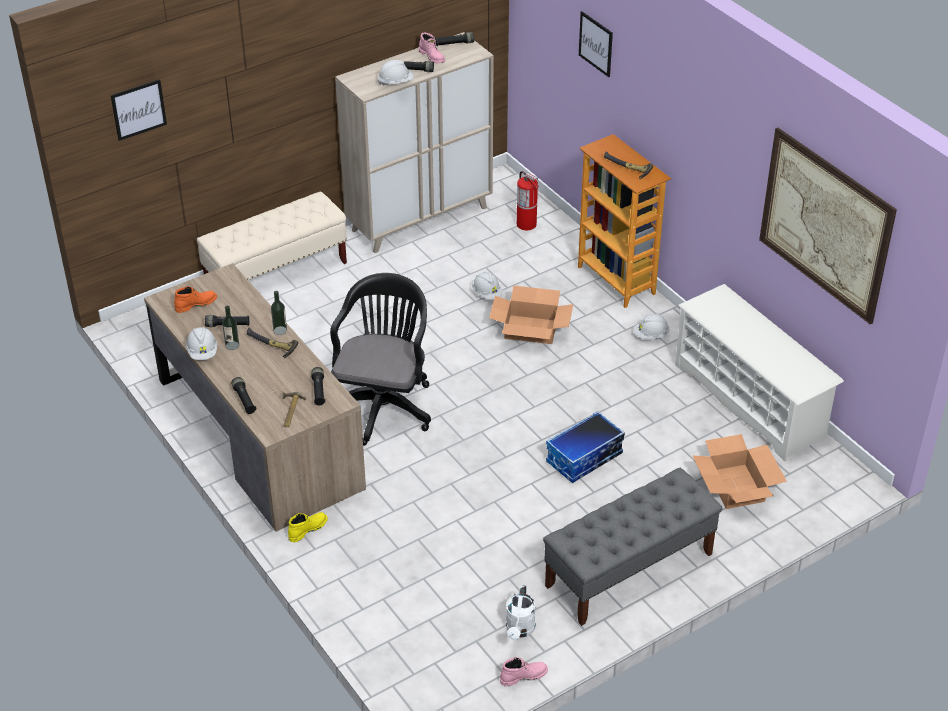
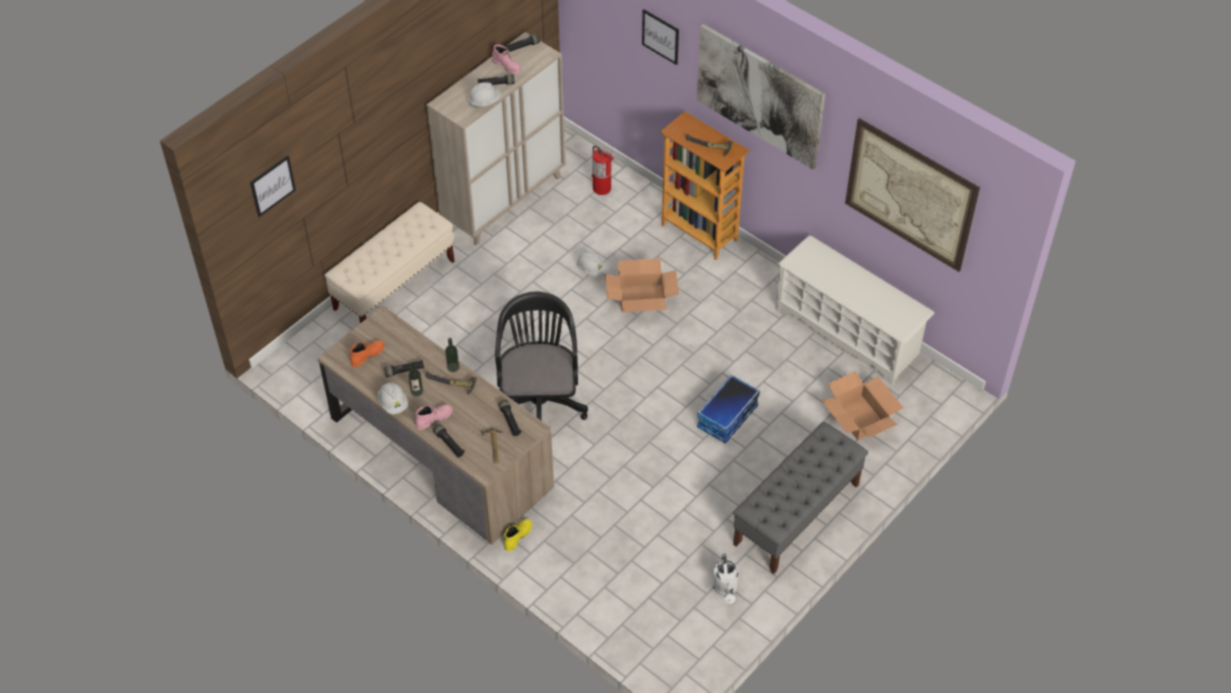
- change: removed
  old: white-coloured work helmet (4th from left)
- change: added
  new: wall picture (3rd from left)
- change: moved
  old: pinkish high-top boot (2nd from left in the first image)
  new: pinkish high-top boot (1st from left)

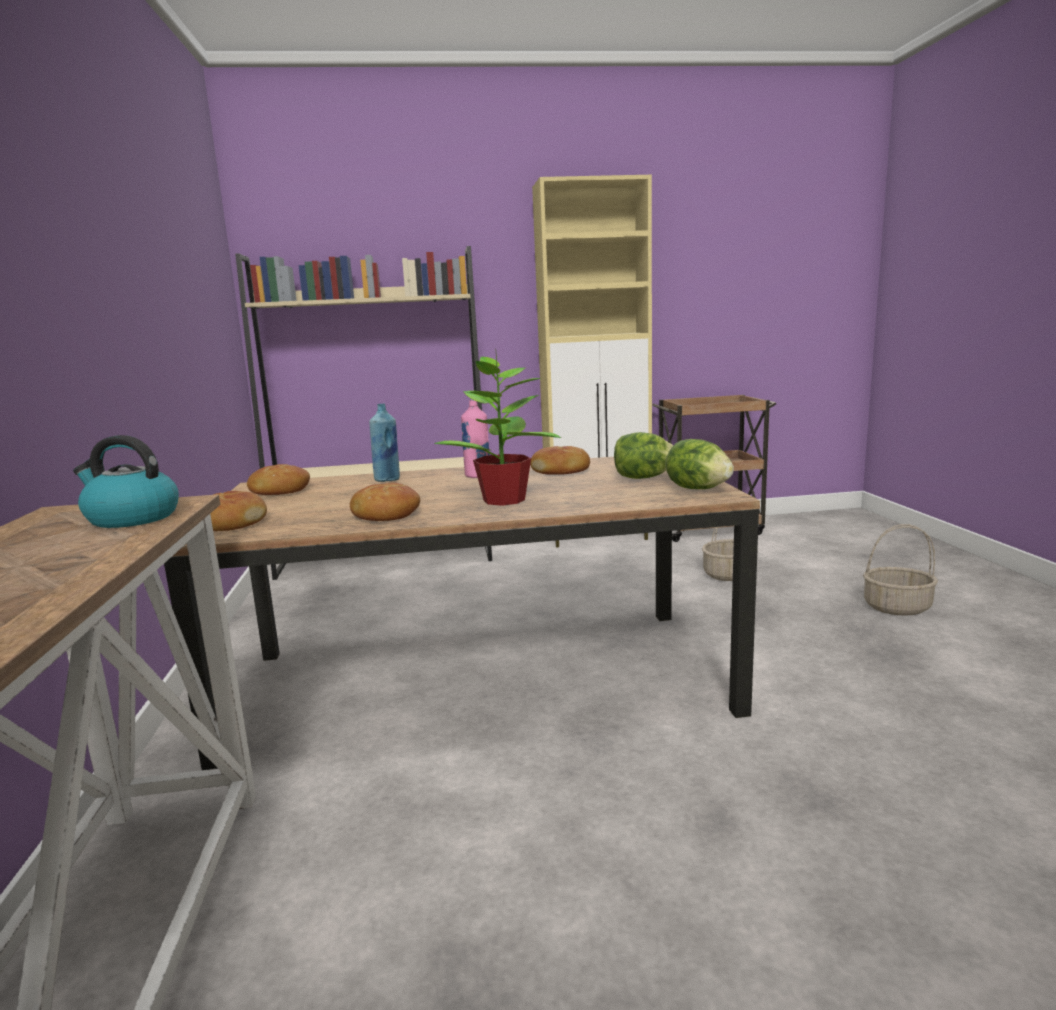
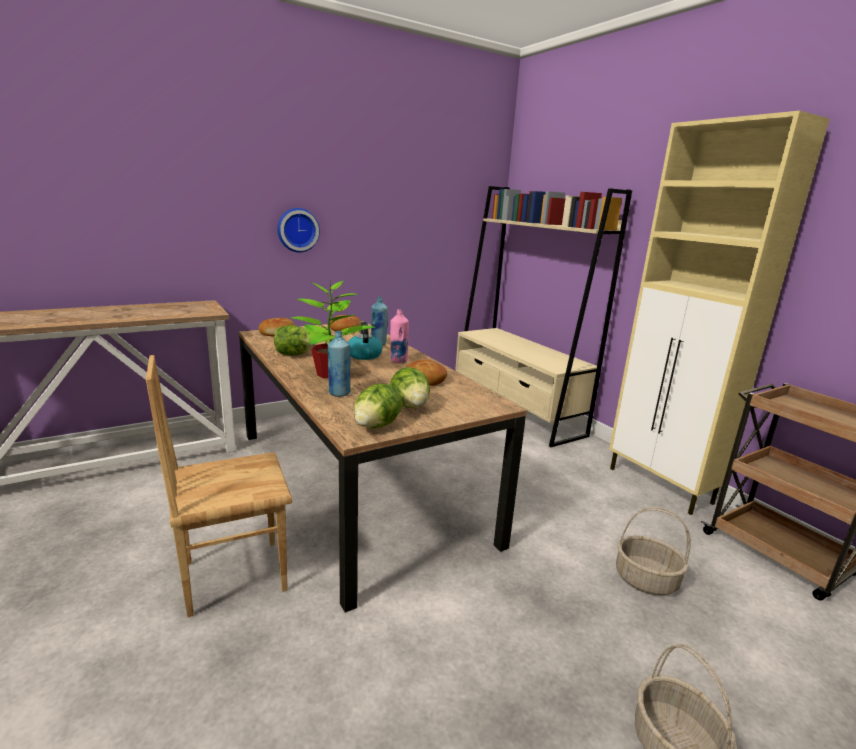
- change: added
  new: brownish chair
- change: added
  new: wall clock
- change: added
  new: bluish beverage bottle (1st from left)
- change: moved
  old: kettle
- change: replaced
  old: bread (3rd from left)
  new: head of lettuce (1st from left)

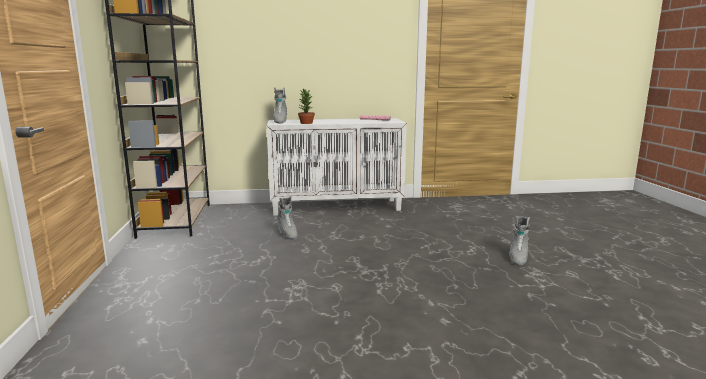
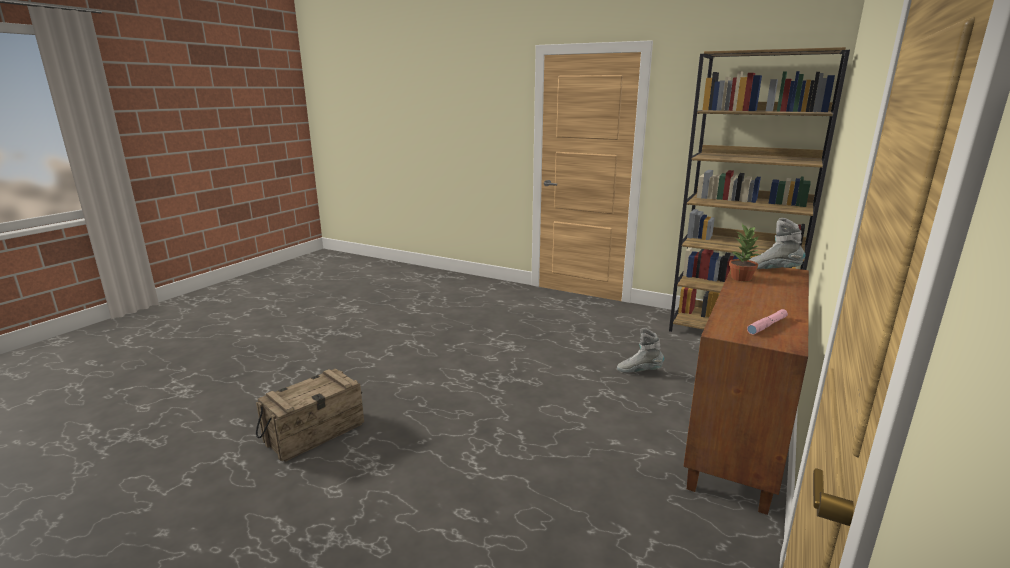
- change: removed
  old: grey high-top boot (3rd from left)
- change: added
  new: crate
- change: recoloured
  old: white-coloured cupboard
  new: brownish cupboard

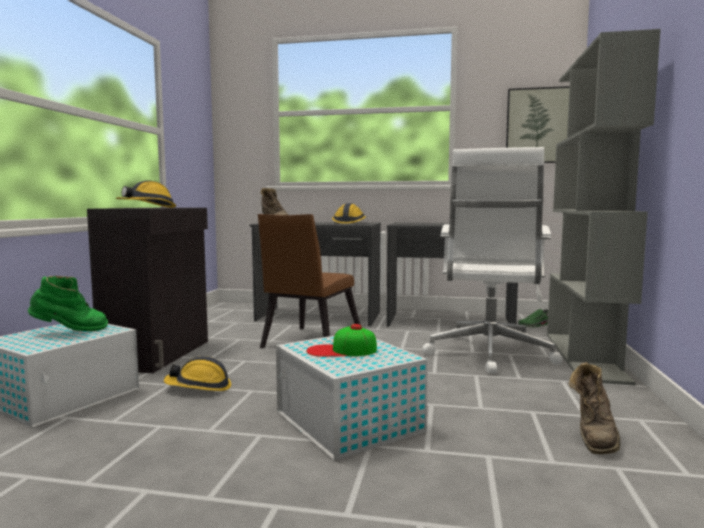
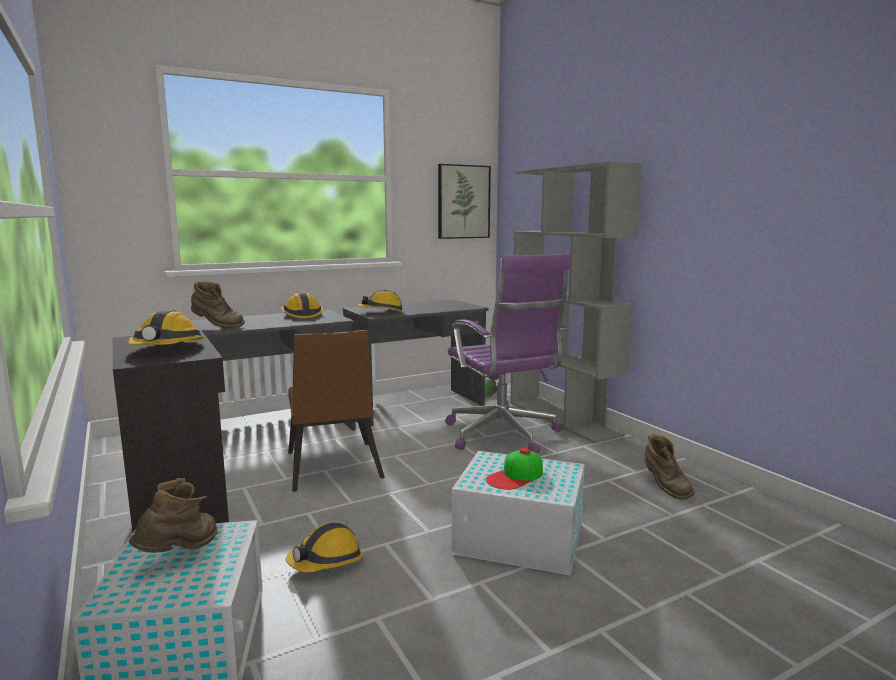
- change: added
  new: work helmet (4th from left)
- change: recoloured
  old: green-coloured high-top boot
  new: brownish high-top boot (1st from left)
- change: recoloured
  old: white-coloured computer chair
  new: purple-coloured computer chair

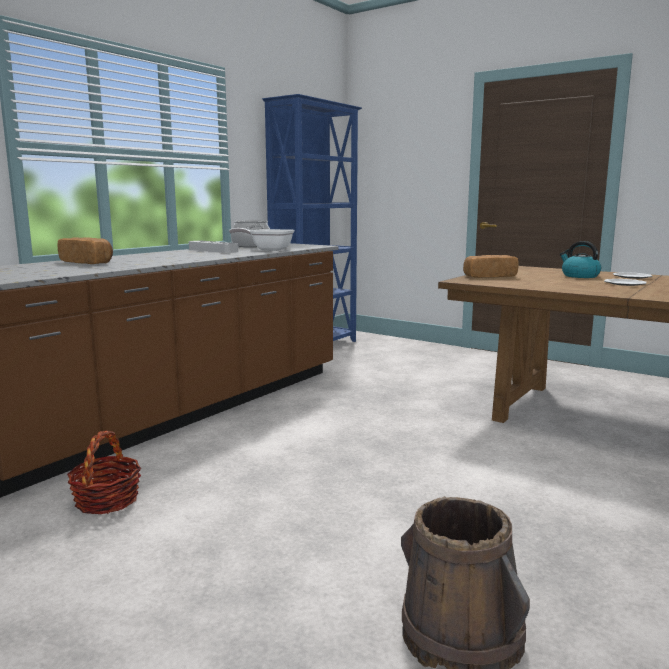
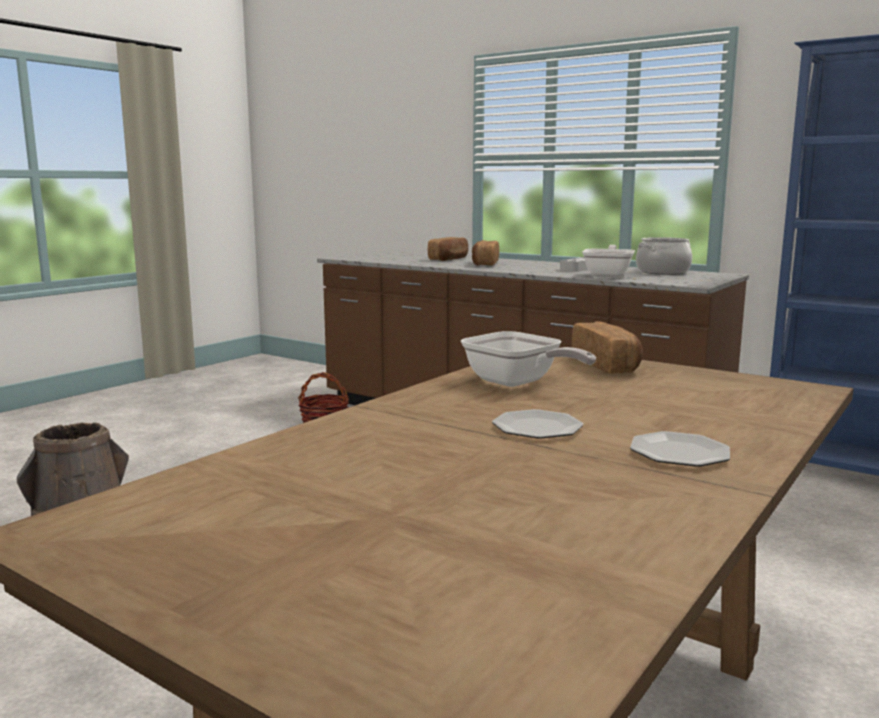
- change: removed
  old: kettle
- change: added
  new: frying pan (1st from left)
- change: added
  new: bread (2nd from left)

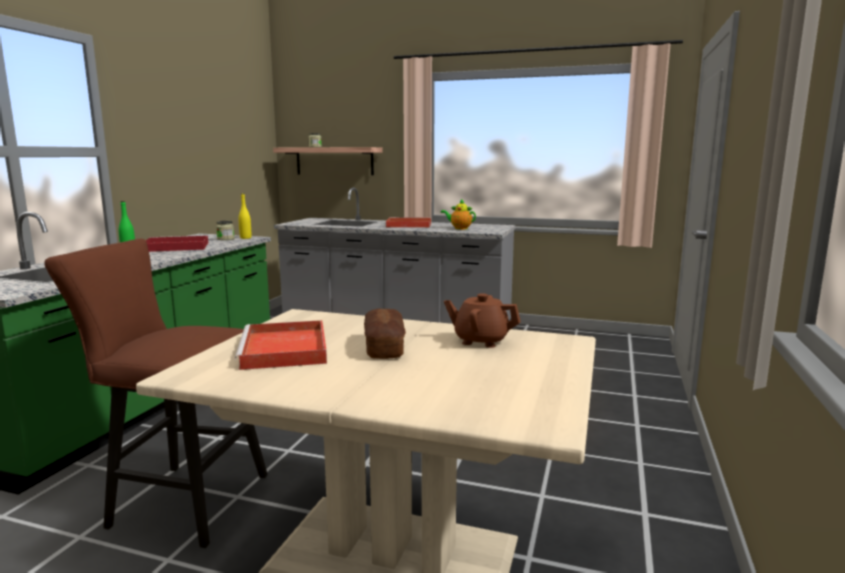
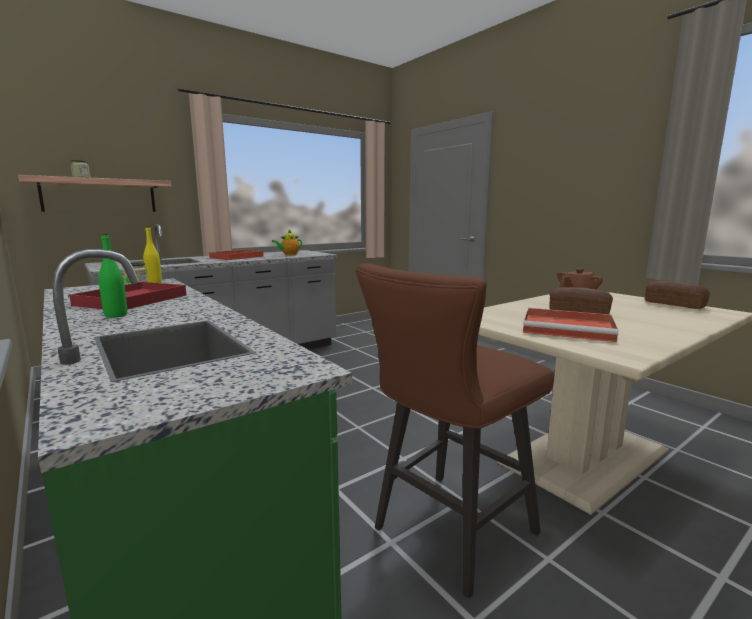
- change: added
  new: bread (2nd from left)

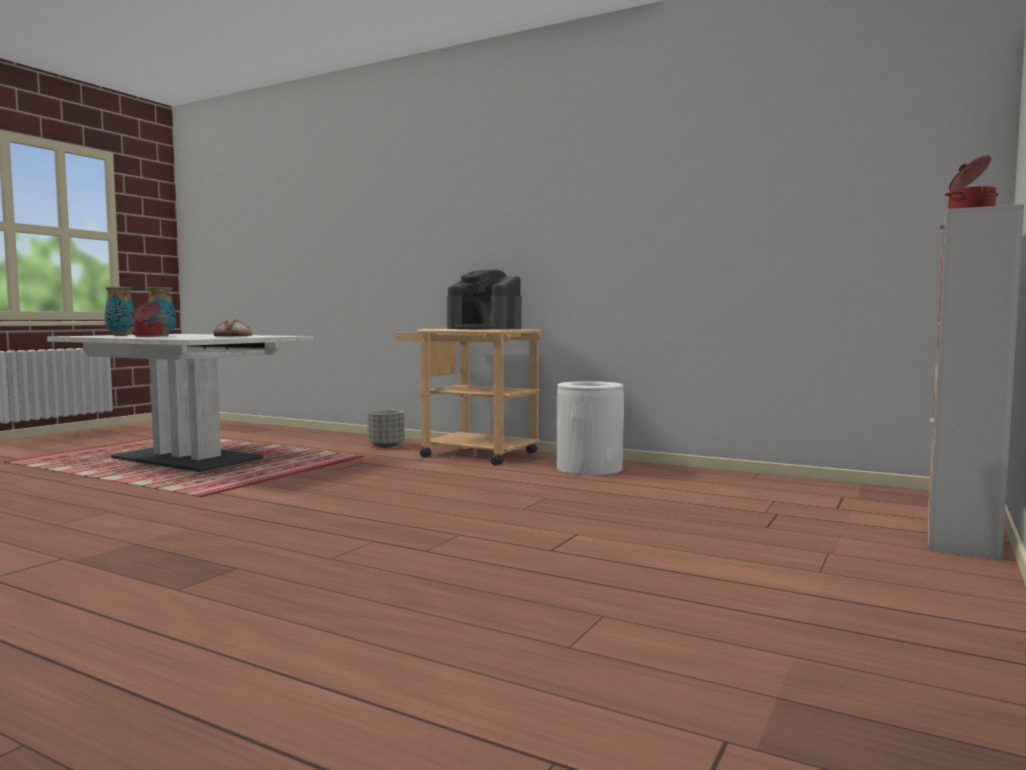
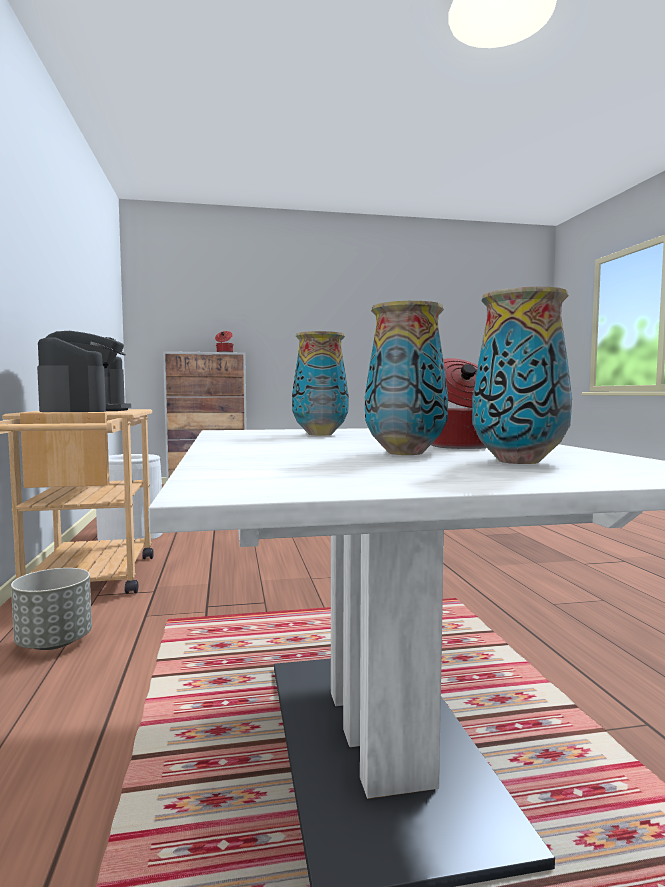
- change: replaced
  old: bread
  new: flower vase (1st from left)

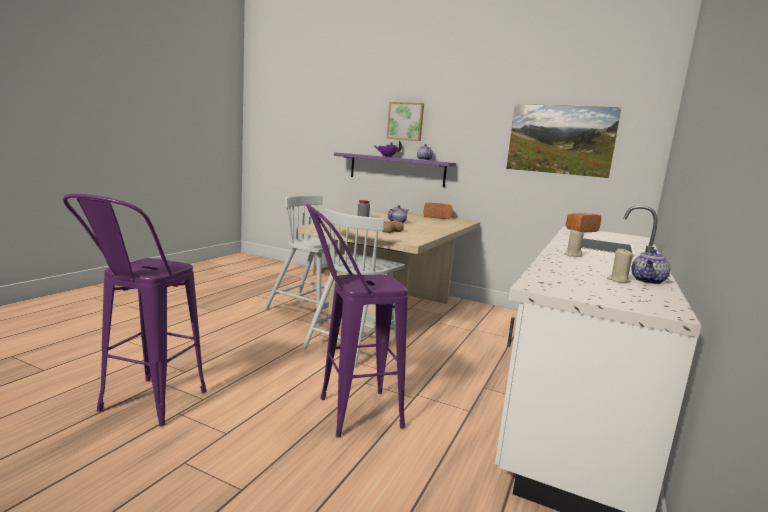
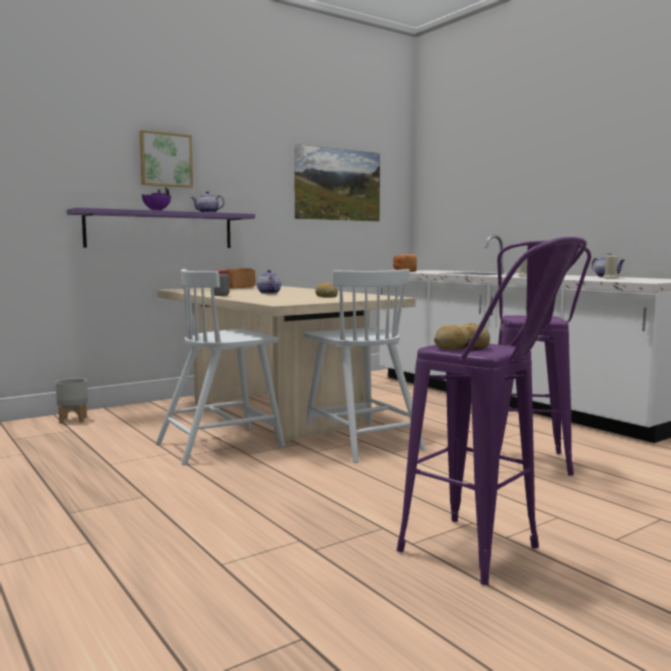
- change: added
  new: bread (4th from left)

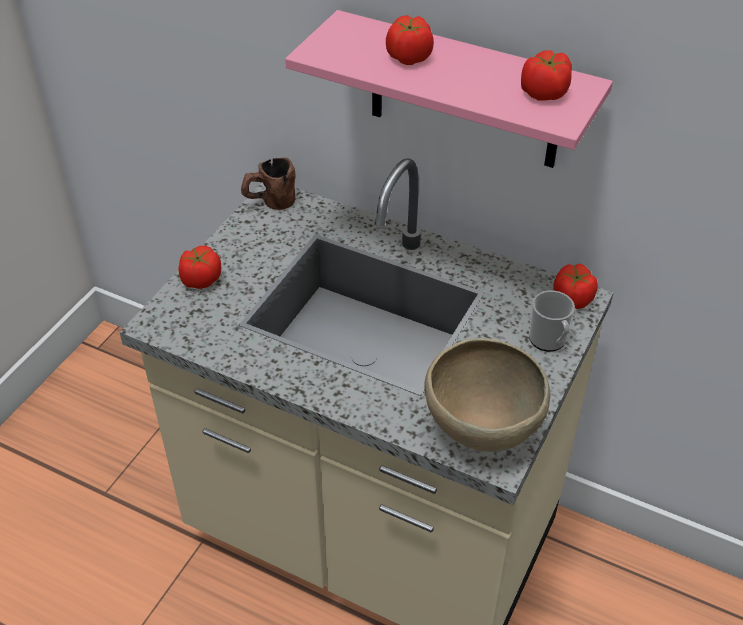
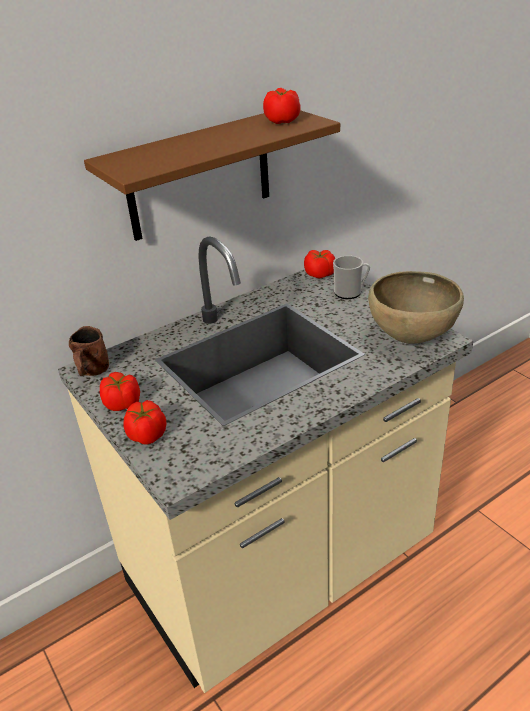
- change: moved
  old: fresh tomato (2nd from left in the first image)
  new: fresh tomato (1st from left)
- change: recoloured
  old: pinkish bracket shelf
  new: brownish bracket shelf

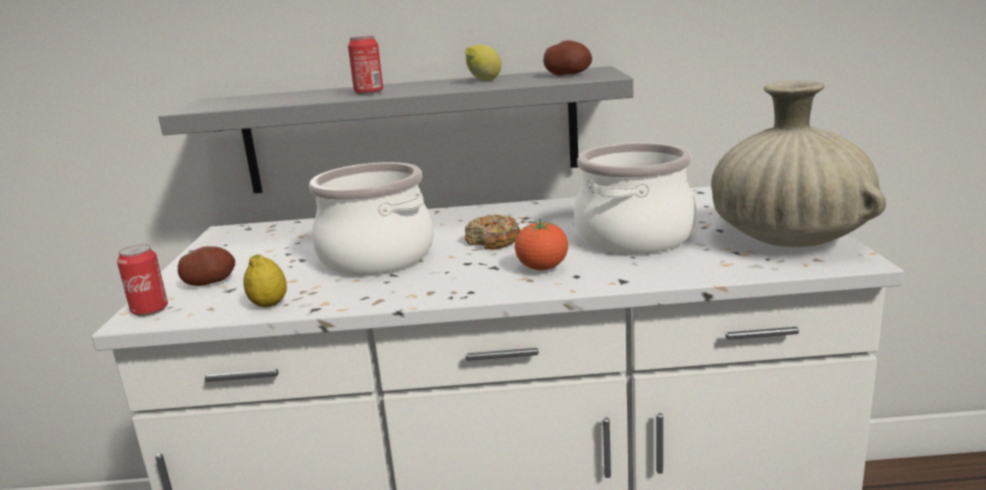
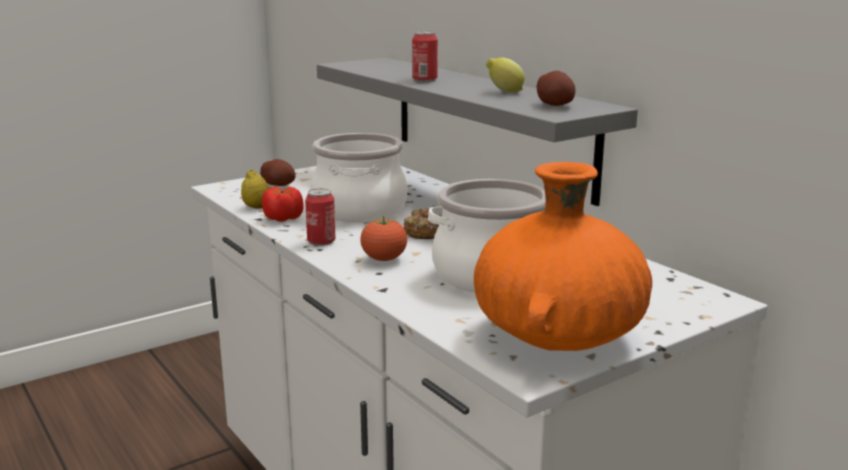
- change: added
  new: fresh tomato (1st from left)
- change: moved
  old: can (1st from left)
- change: recoloured
  old: beige-coloured flower vase
  new: orangey flower vase

